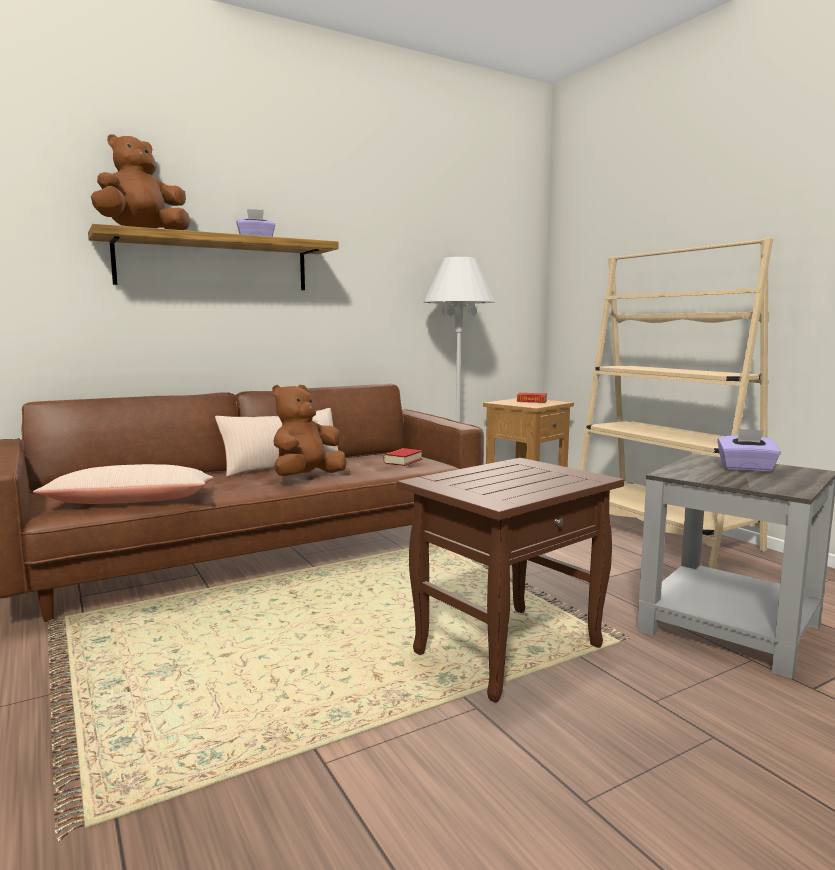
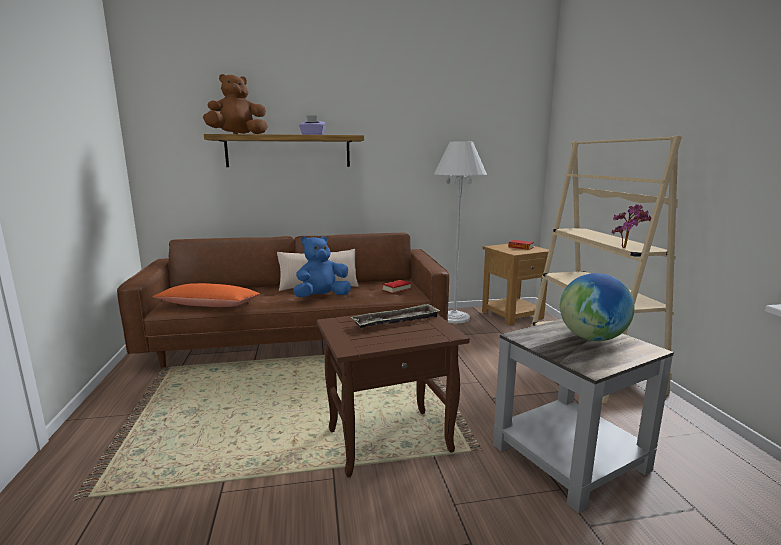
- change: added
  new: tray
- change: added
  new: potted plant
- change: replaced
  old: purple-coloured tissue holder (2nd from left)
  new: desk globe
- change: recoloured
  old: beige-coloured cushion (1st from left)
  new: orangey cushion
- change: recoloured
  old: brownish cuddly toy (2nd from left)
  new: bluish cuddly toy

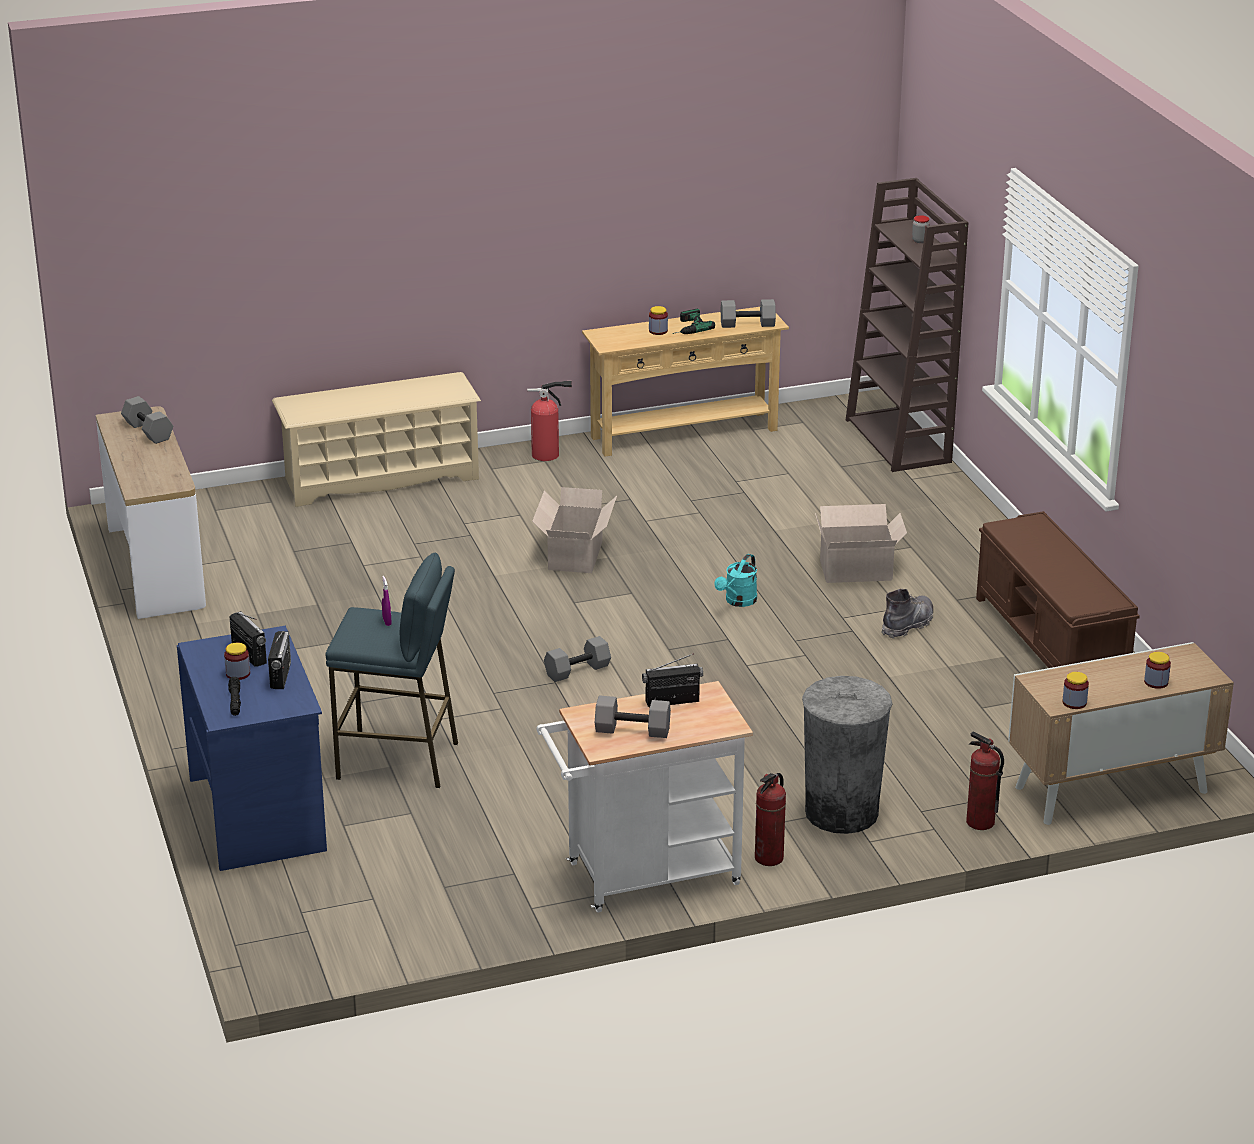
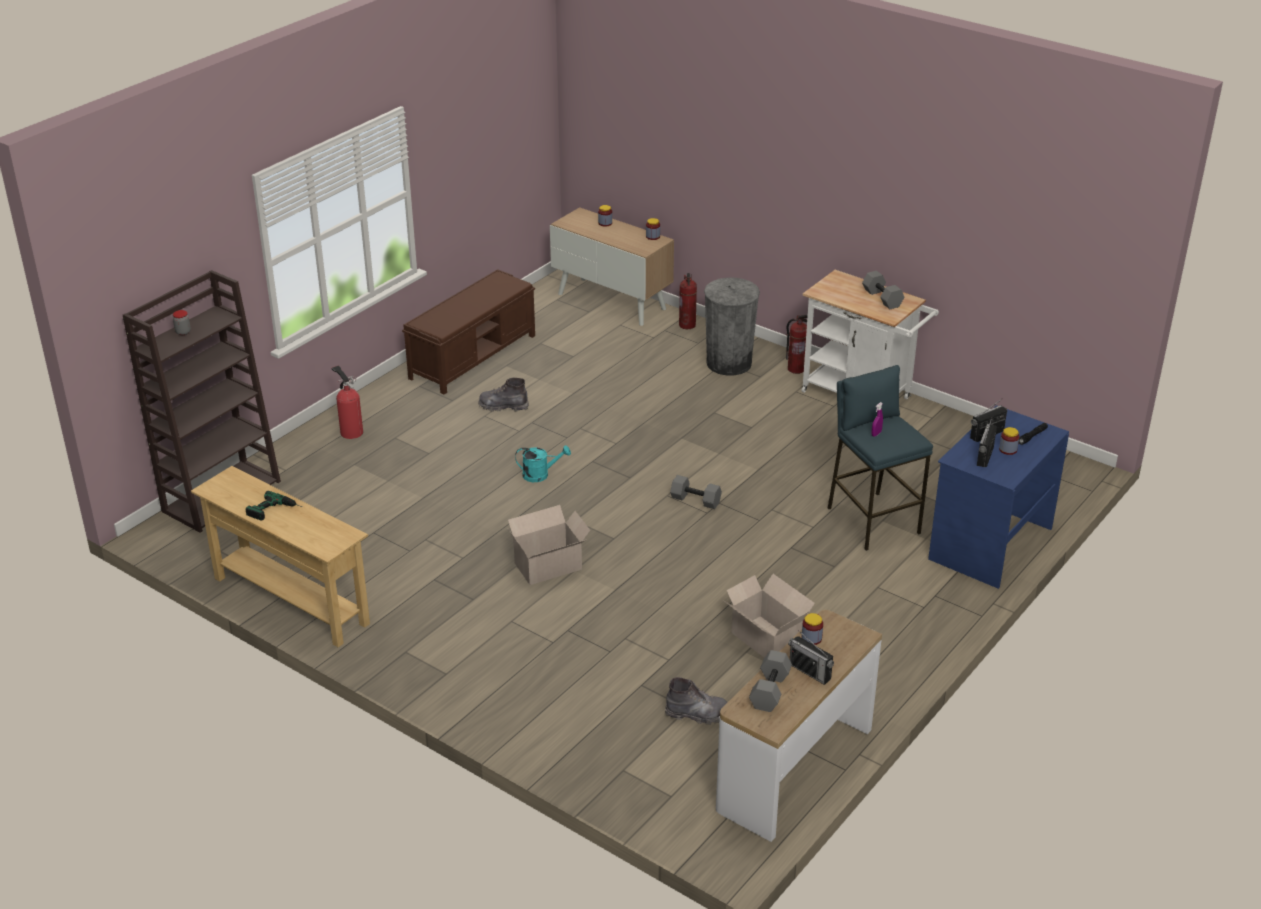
- change: removed
  old: beige-coloured shoe rack
- change: removed
  old: grey dumbbell (4th from left)
- change: added
  new: grey high-top boot (2nd from left)
- change: moved
  old: extinguisher (1st from left)
- change: moved
  old: radio receiver (3rd from left in the first image)
  new: radio receiver (1st from left)
- change: moved
  old: storage jar (2nd from left in the first image)
  new: storage jar (4th from left)
- change: moved
  old: cardboard box (2nd from left)

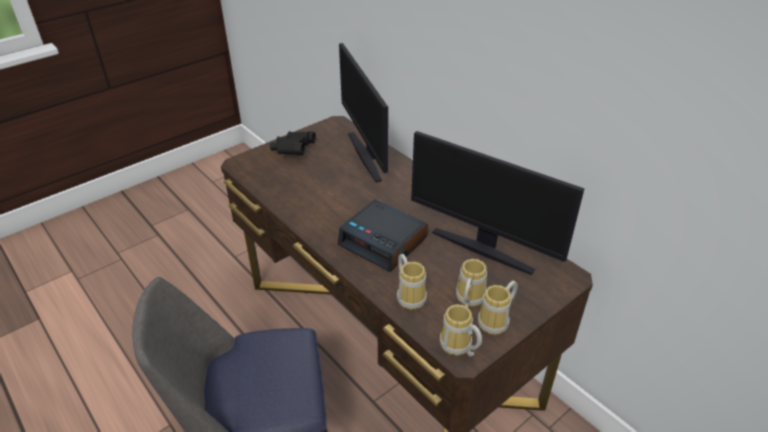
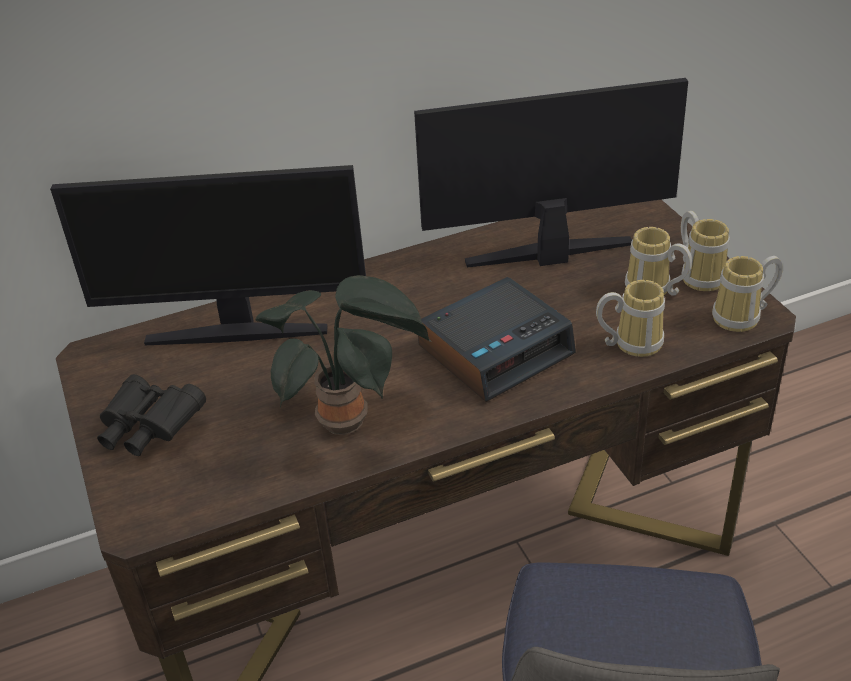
- change: added
  new: potted plant
- change: turned
  old: monitor (2nd from left)
  degrees: -150

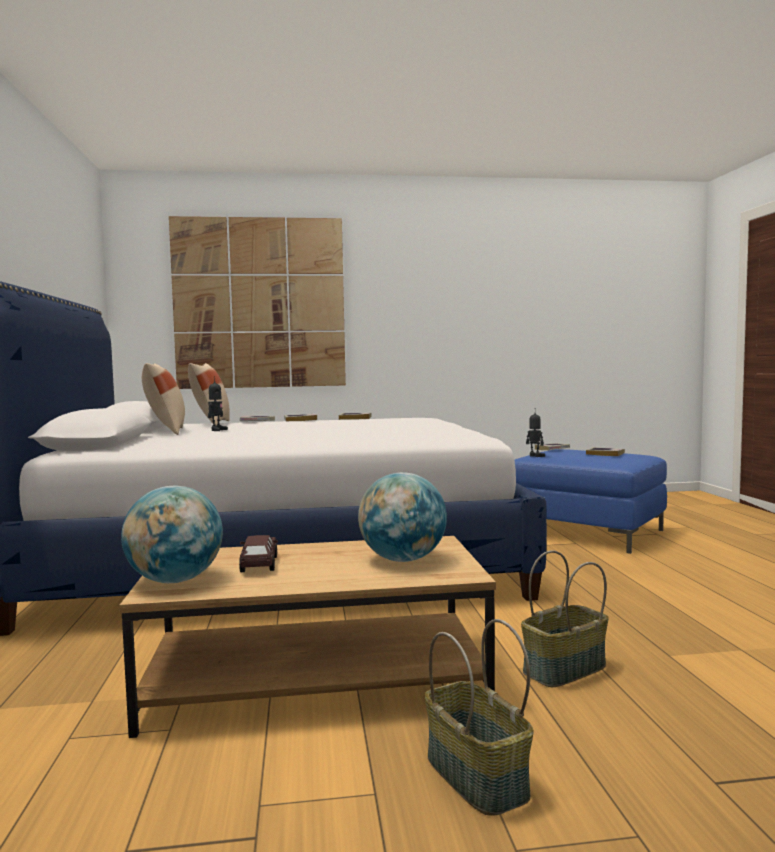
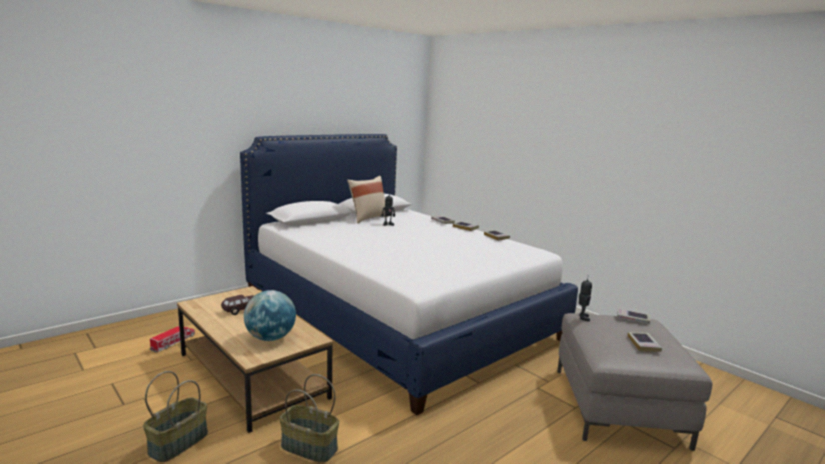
- change: removed
  old: desk globe (1st from left)
- change: removed
  old: wall picture
- change: removed
  old: beige-coloured cushion (2nd from left)
- change: added
  new: model truck
- change: recoloured
  old: bluish pouffe
  new: grey pouffe

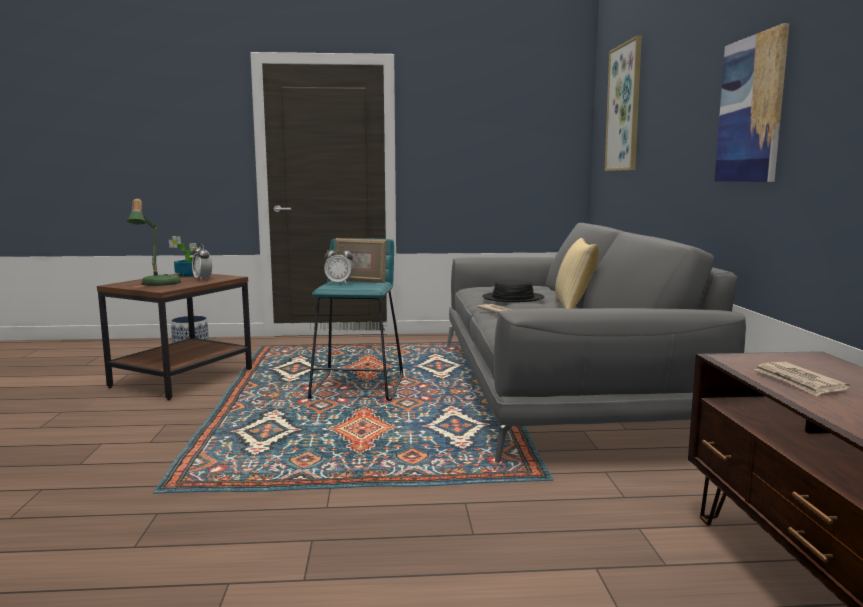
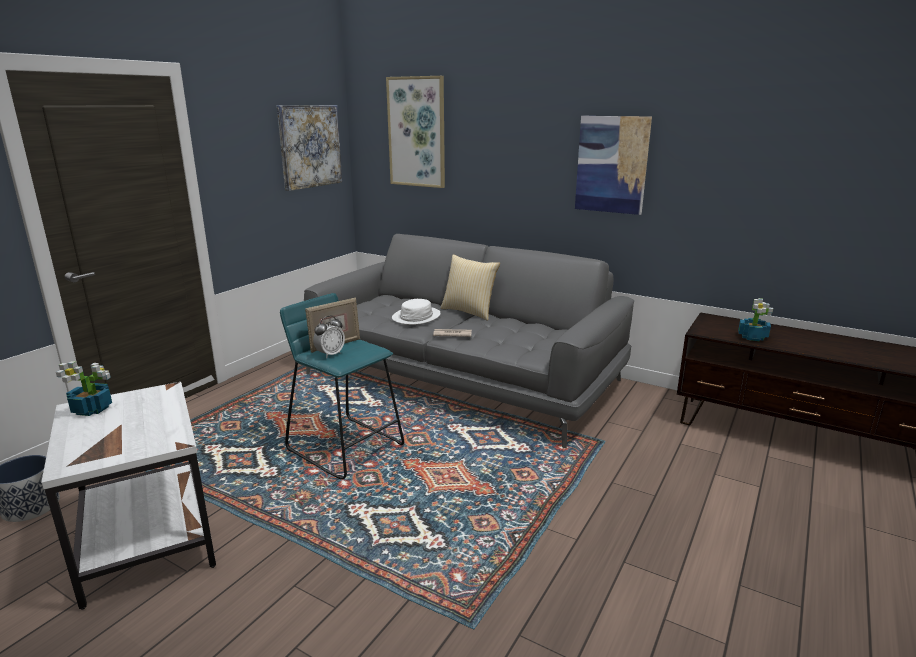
- change: removed
  old: tabletop lamp
- change: removed
  old: alarm clock (1st from left)
- change: added
  new: wall picture (1st from left)
- change: replaced
  old: printed paper (2nd from left)
  new: potted plant (2nd from left)
- change: recoloured
  old: brownish accent table
  new: white-coloured accent table
- change: recoloured
  old: black-coloured clothing hat
  new: white-coloured clothing hat

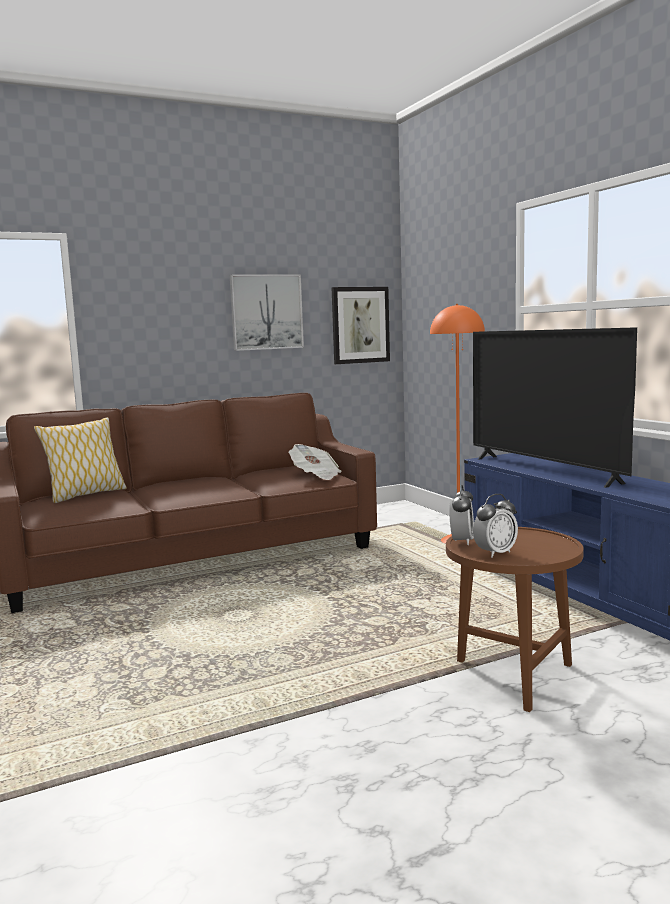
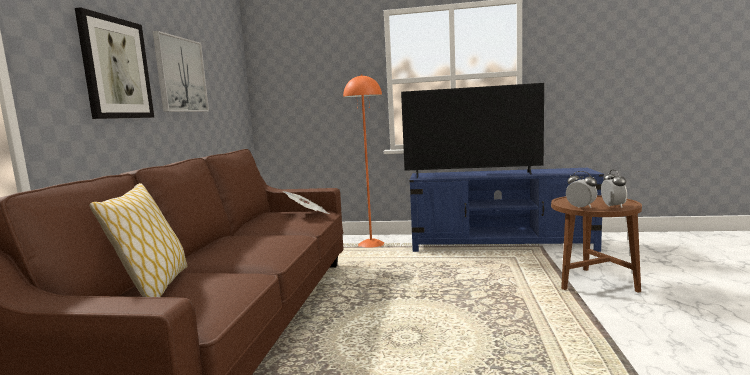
- change: moved
  old: wall picture (2nd from left in the first image)
  new: wall picture (1st from left)

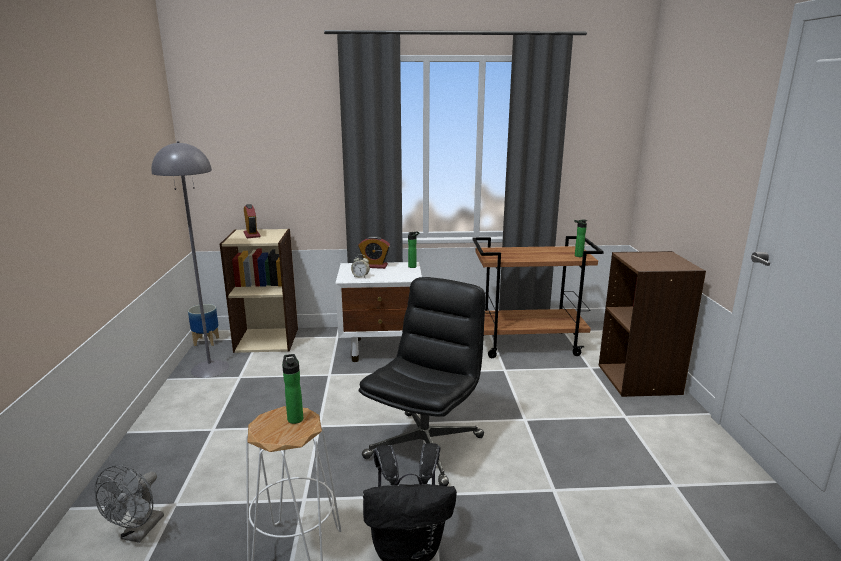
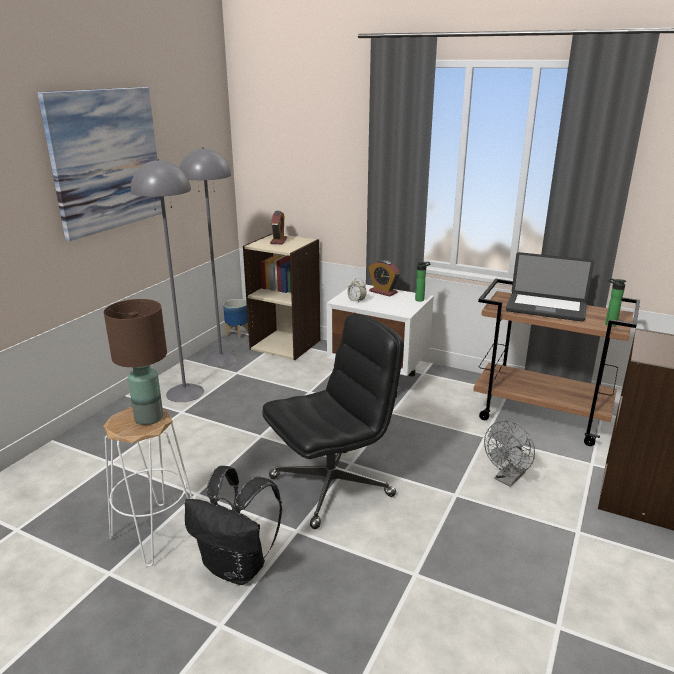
- change: added
  new: wall picture
- change: added
  new: grey standing lamp (1st from left)
- change: added
  new: laptop
- change: moved
  old: grey cooling fan
- change: replaced
  old: beverage bottle (1st from left)
  new: brownish tabletop lamp

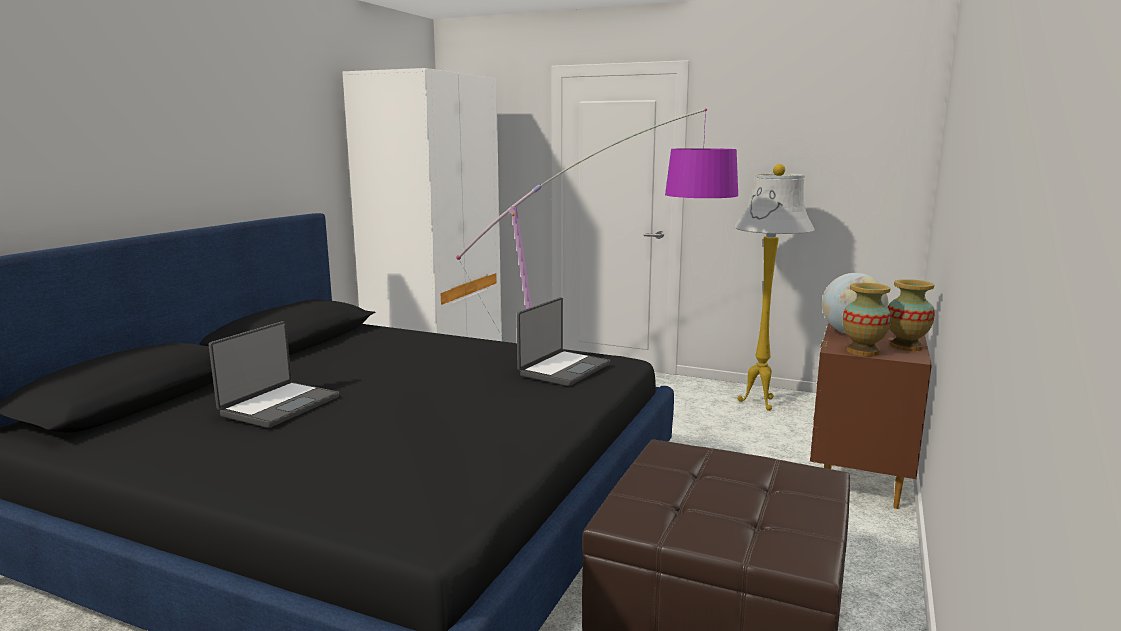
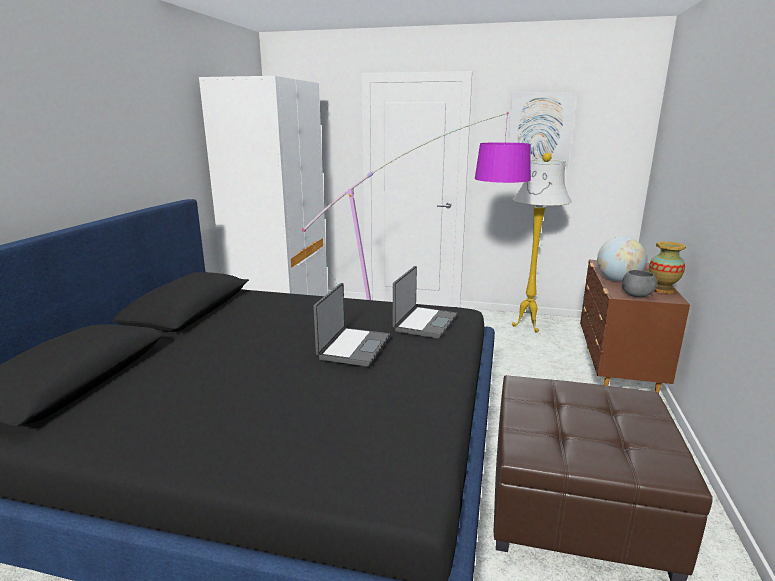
- change: added
  new: wall picture
- change: moved
  old: laptop (1st from left)
- change: replaced
  old: flower vase (1st from left)
  new: grey bowl

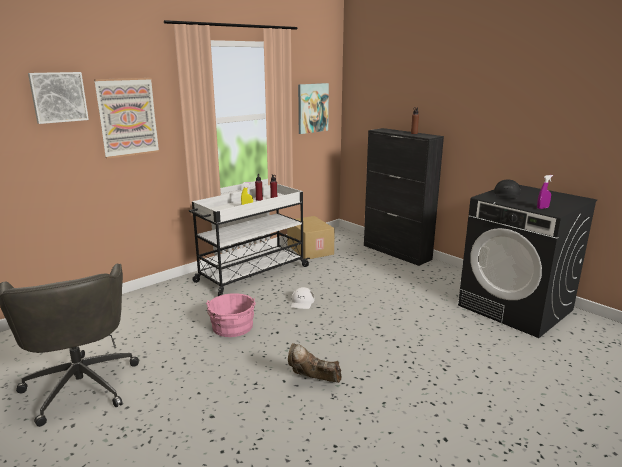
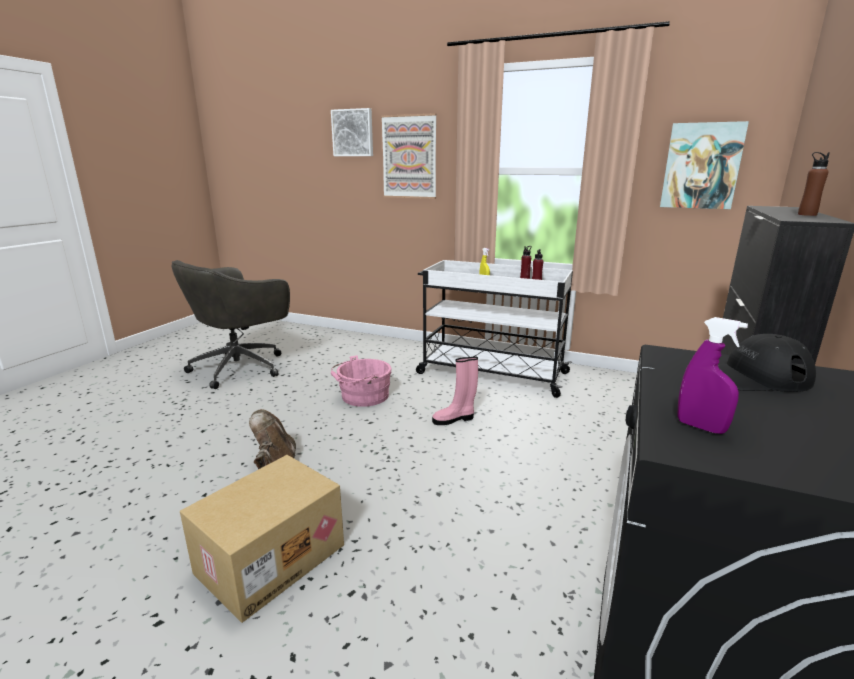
- change: moved
  old: cardboard box
- change: replaced
  old: white-coloured peaked cap
  new: pinkish high-top boot

